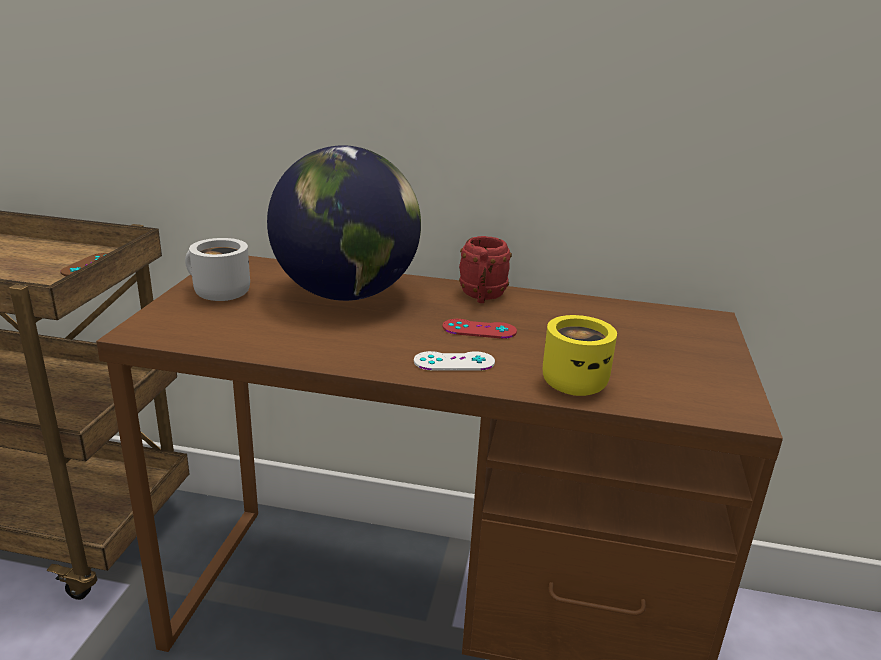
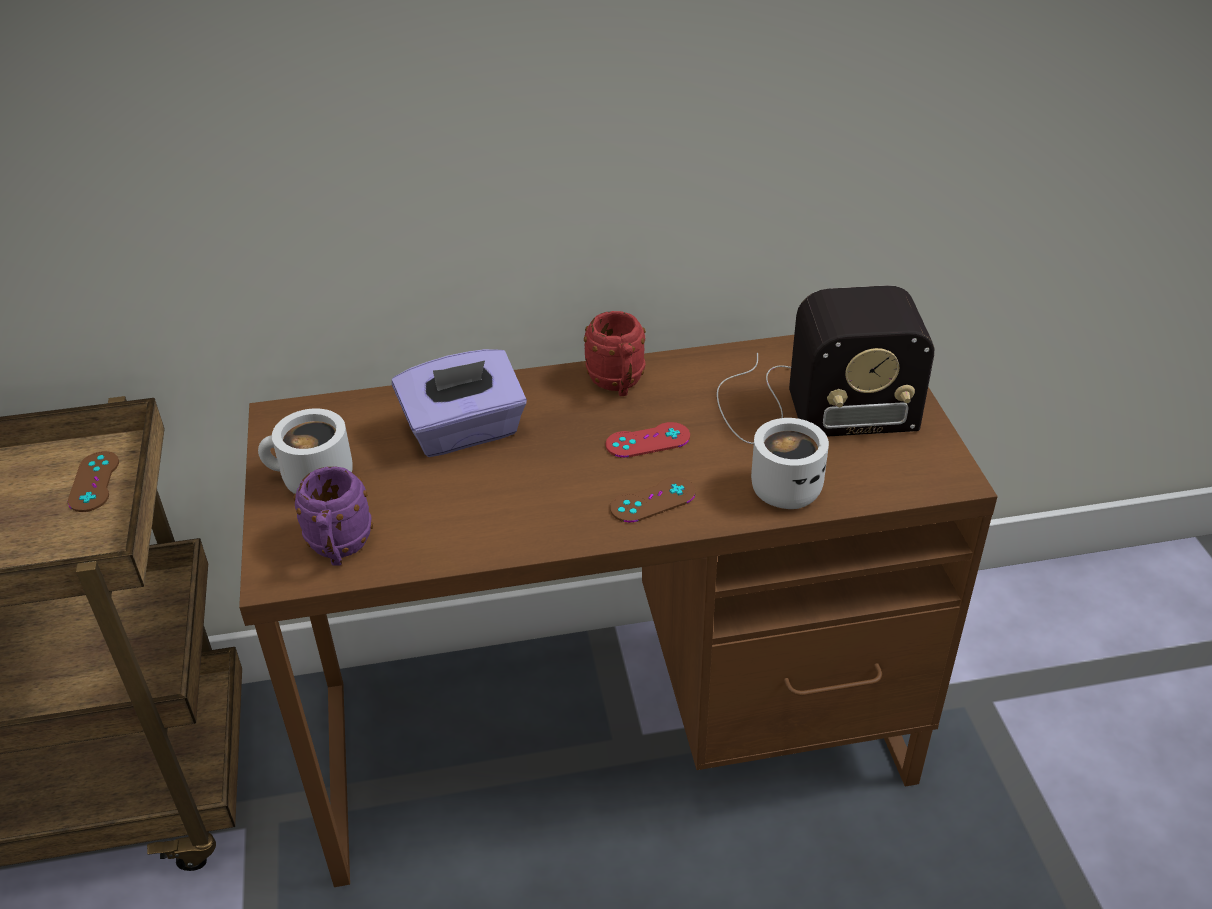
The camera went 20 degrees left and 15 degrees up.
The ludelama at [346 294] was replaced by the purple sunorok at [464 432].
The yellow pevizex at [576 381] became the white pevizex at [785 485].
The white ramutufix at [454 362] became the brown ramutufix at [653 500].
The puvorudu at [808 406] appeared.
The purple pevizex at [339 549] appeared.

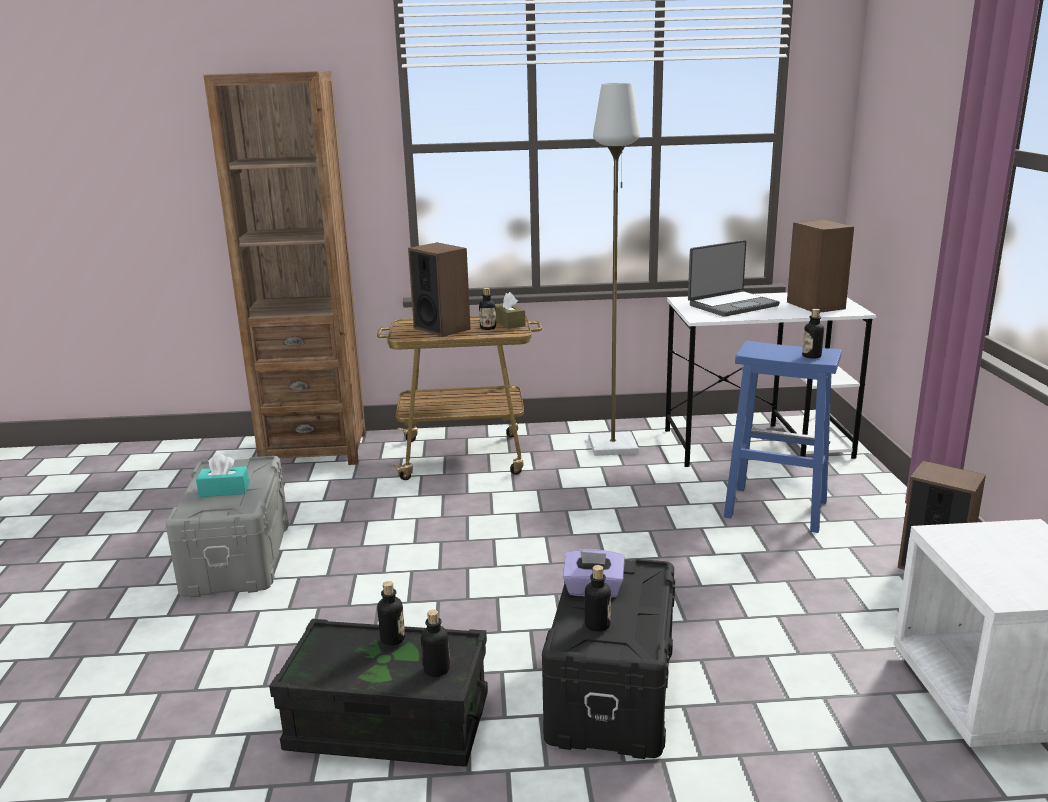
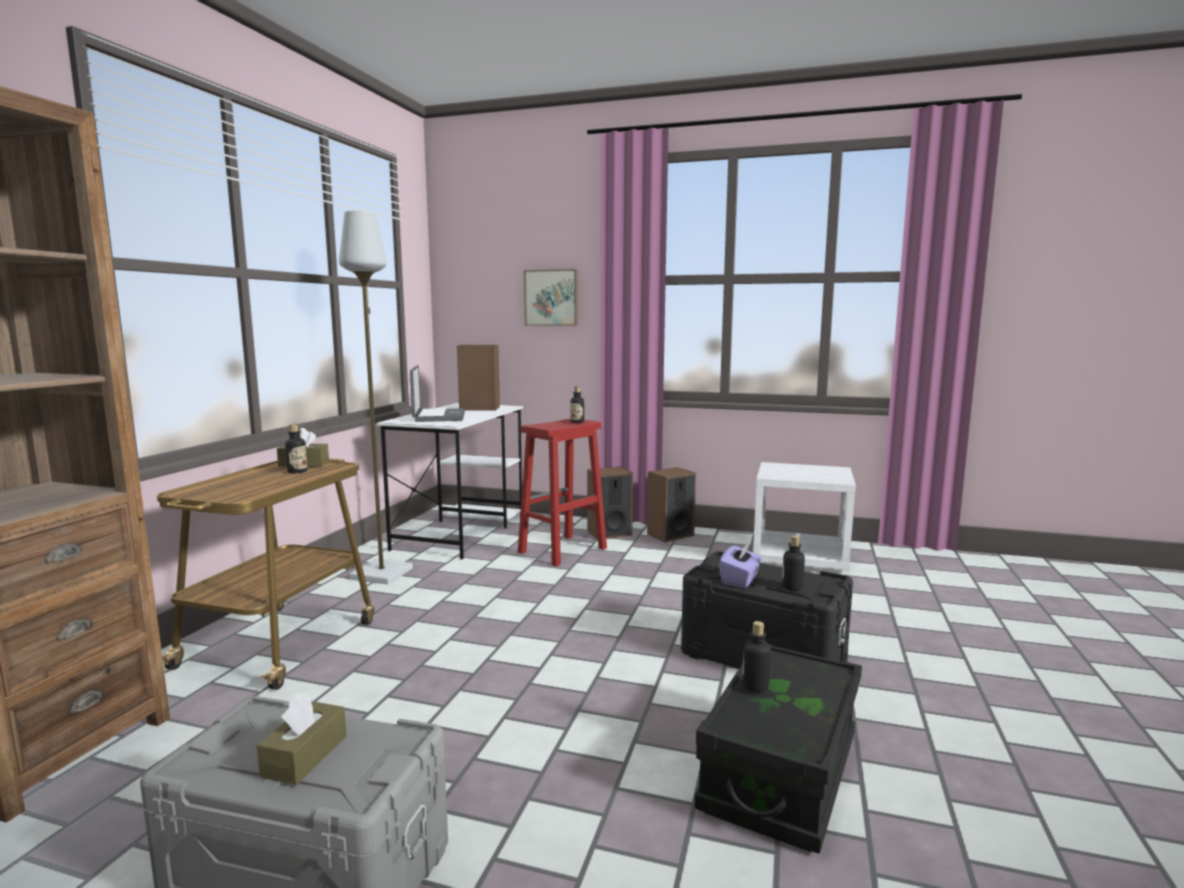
The camera went 70 degrees left and 10 degrees down.
The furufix moved from [442 328] to [609 533].
The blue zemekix at [773 509] became the red zemekix at [561 551].
The turquoise sunorok at [224 490] became the brown sunorok at [305 756].
The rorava at [436 670] disappeared.
The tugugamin at [552 298] appeared.

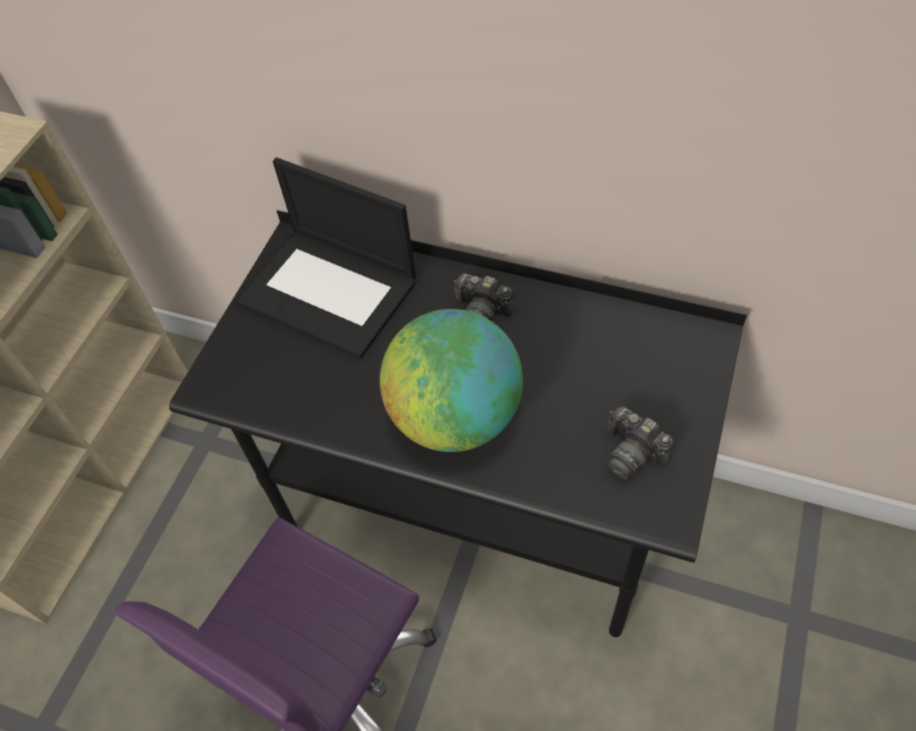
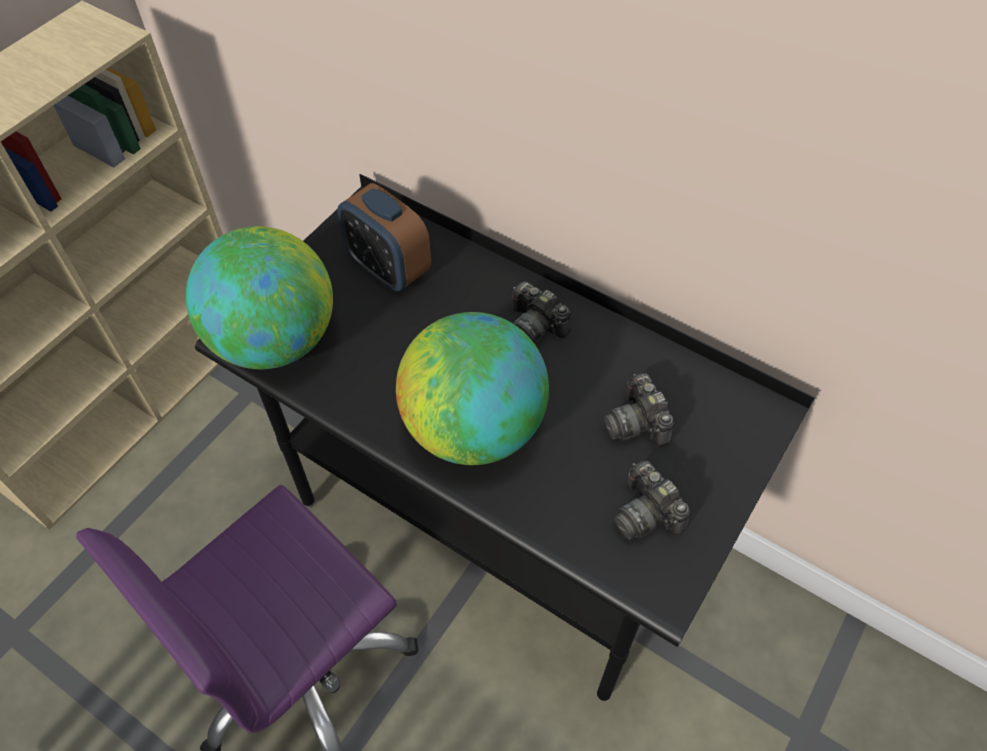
The camera went 10 degrees right and 0 degrees up.
The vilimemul at [330 292] was replaced by the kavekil at [388 269].
The ludelama at [275 340] appeared.
The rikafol at [637 423] appeared.

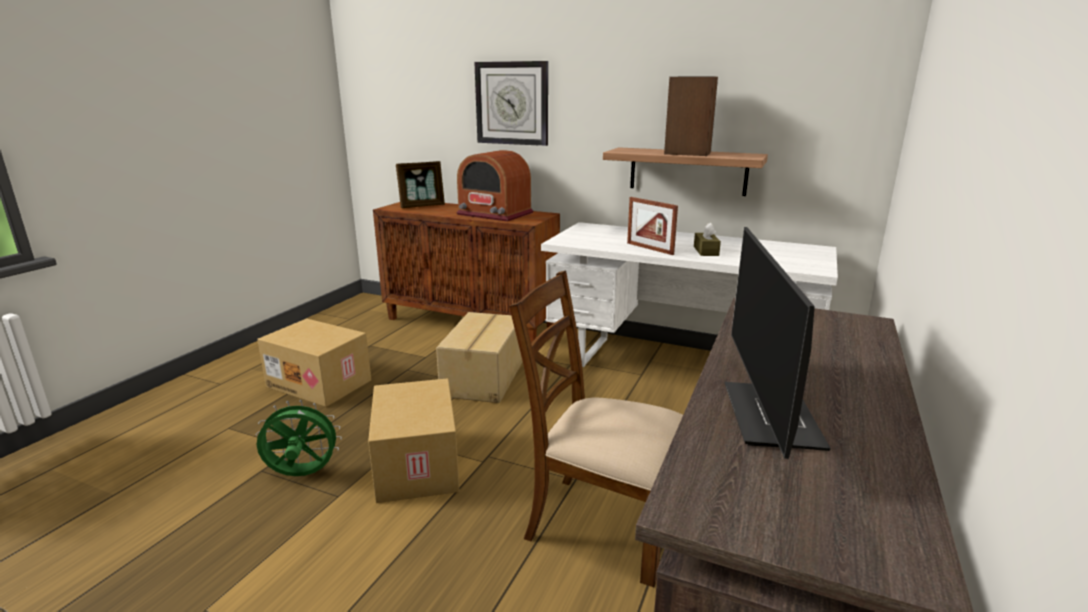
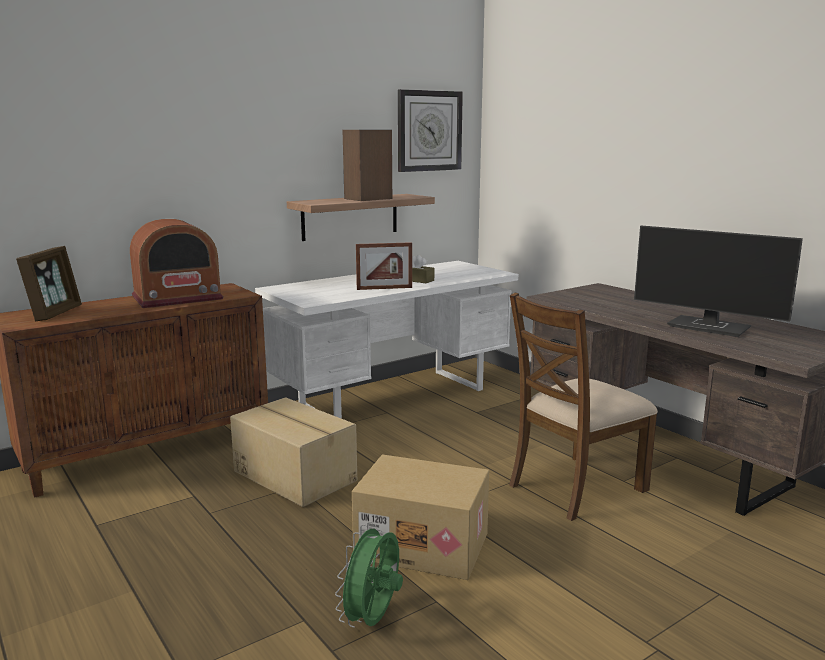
The camera went 60 degrees left and 5 degrees down.
The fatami moved from [512 103] to [429 131].
The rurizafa at [321 383] disappeared.

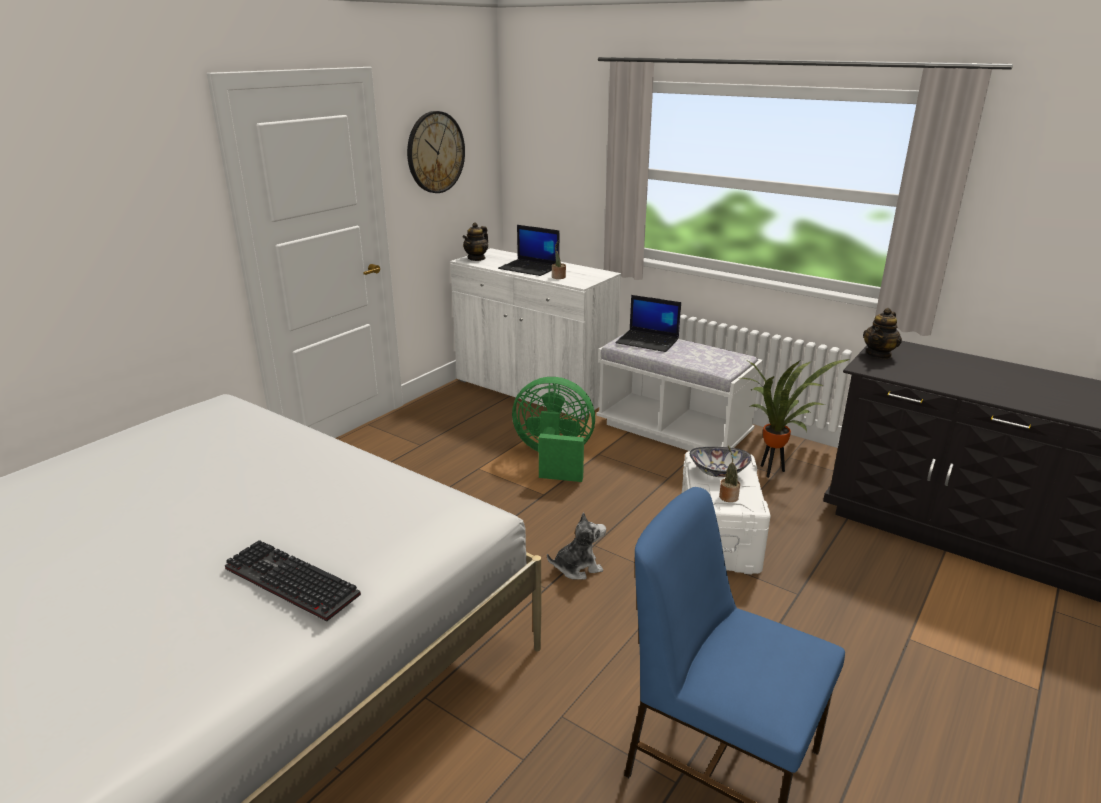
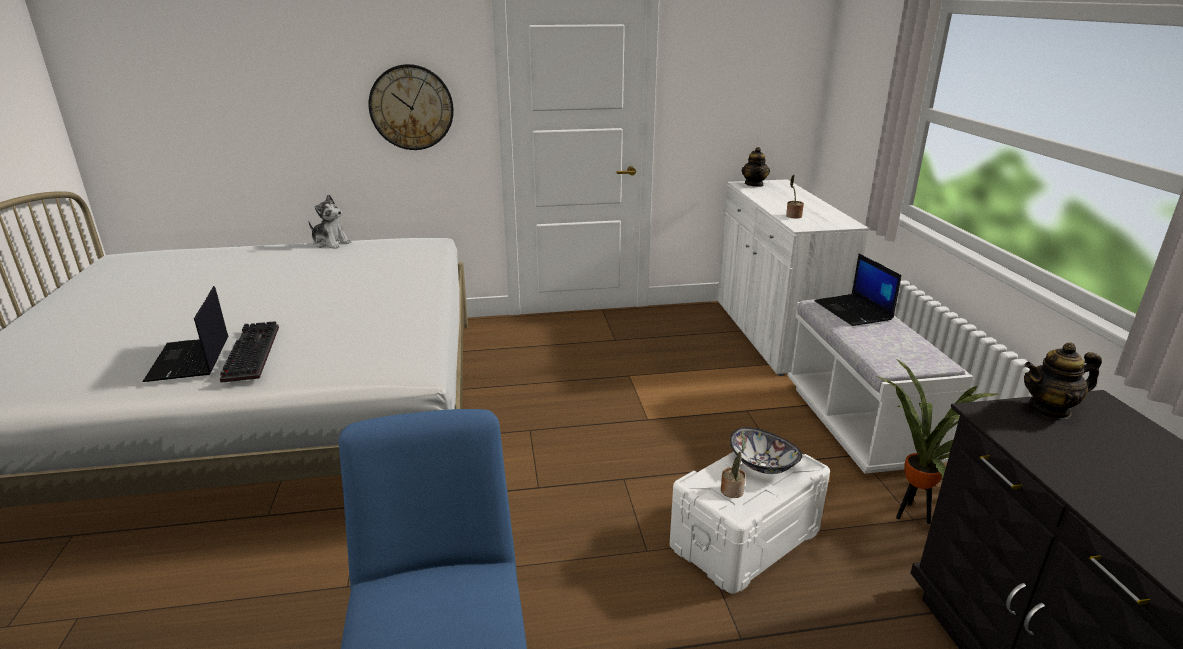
The camera went 45 degrees right and 0 degrees up.
The fatami moved from [435 152] to [411 107].
The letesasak at [476 258] turned 75 degrees counterclockwise.
The vilimemul moved from [530 268] to [190 360].
The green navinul at [554 459] disappeared.
The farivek moved from [577 567] to [330 243].

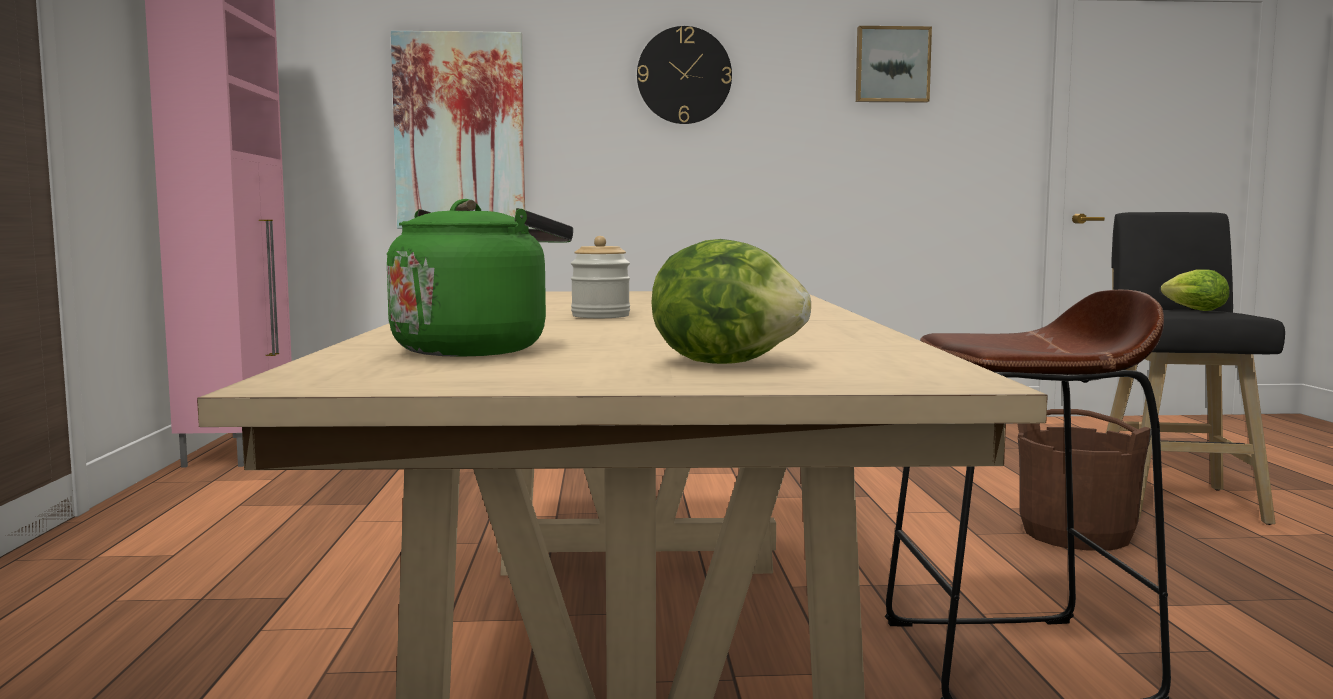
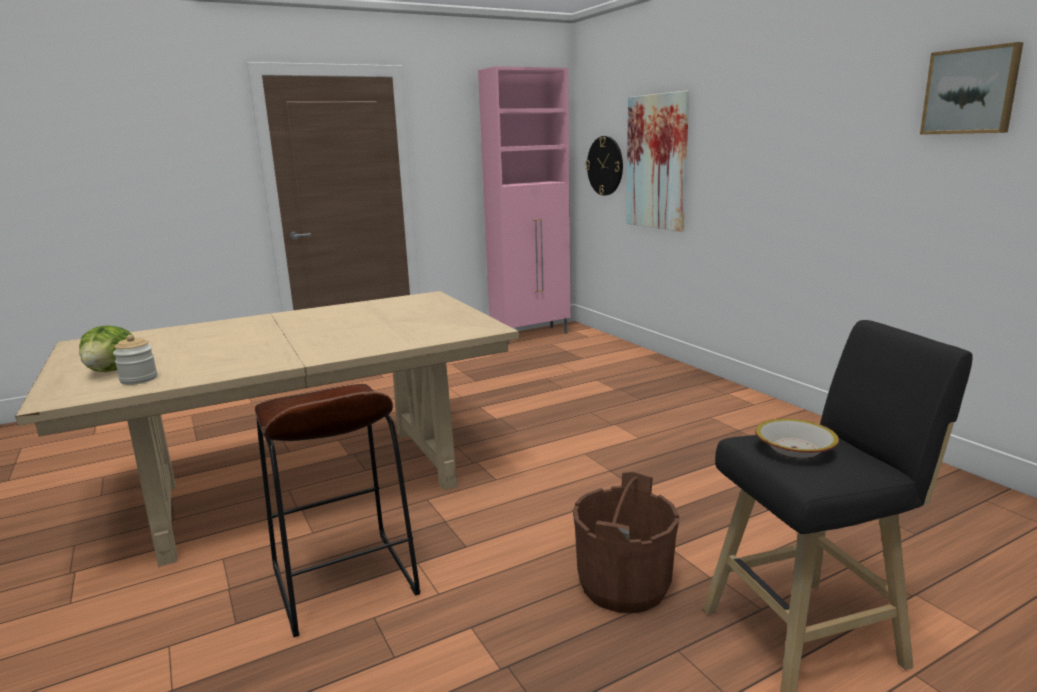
The camera went 65 degrees right and 10 degrees up.
The fatami moved from [684 75] to [605 166].
The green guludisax at [475 349] disappeared.
The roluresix moved from [600 316] to [139 379].
The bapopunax at [1191 310] was replaced by the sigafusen at [794 448].

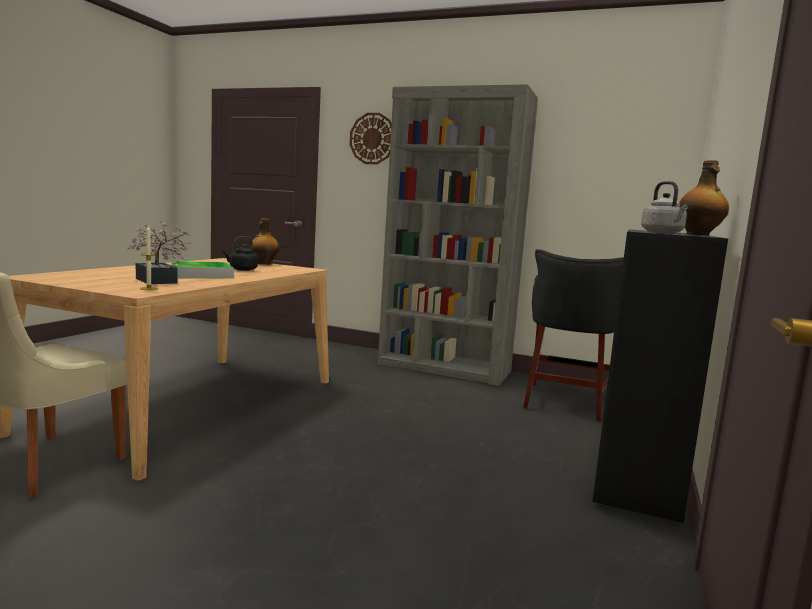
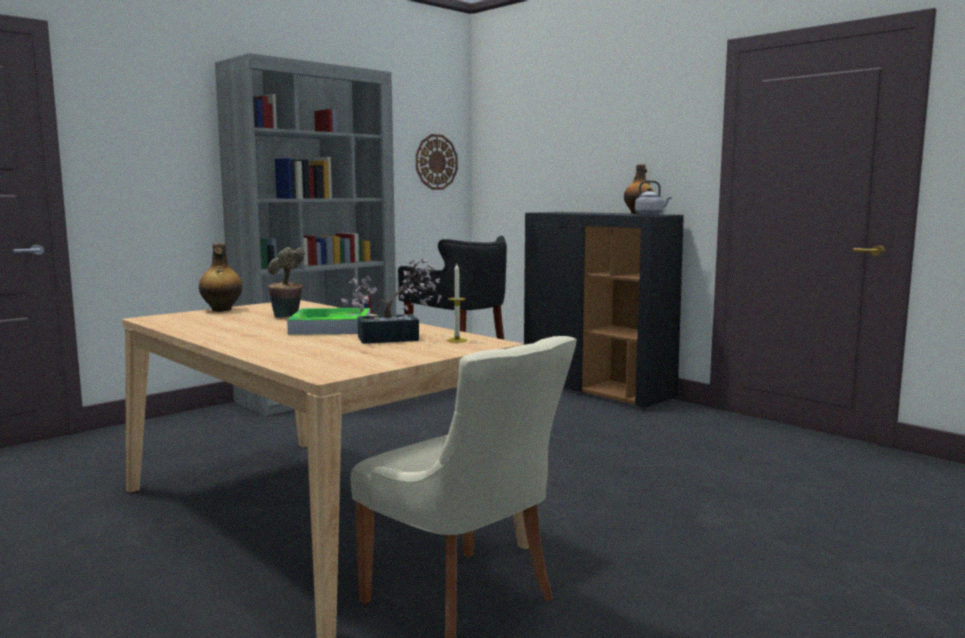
The camera went 65 degrees left and 0 degrees up.
The fatami moved from [372 138] to [436 162].
The black guludisax at [242 270] was replaced by the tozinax at [287 317].

